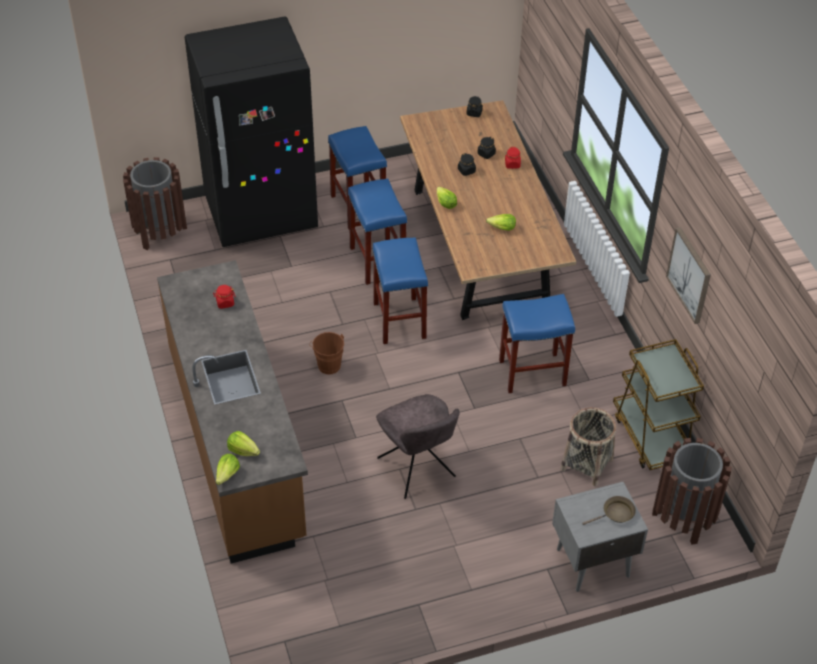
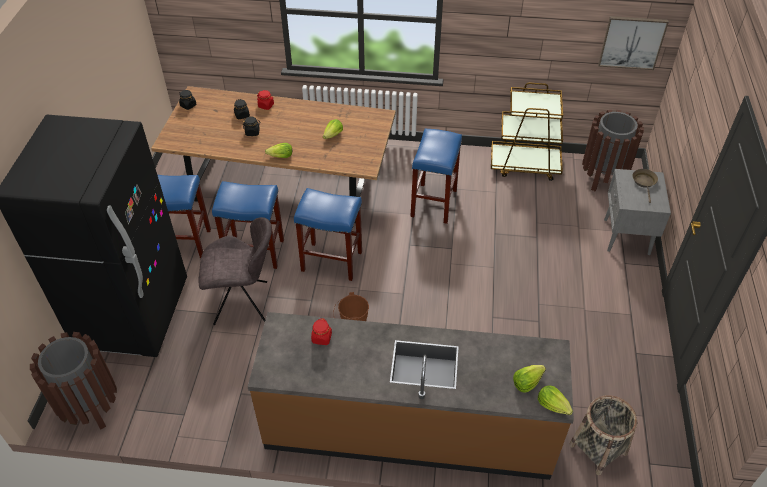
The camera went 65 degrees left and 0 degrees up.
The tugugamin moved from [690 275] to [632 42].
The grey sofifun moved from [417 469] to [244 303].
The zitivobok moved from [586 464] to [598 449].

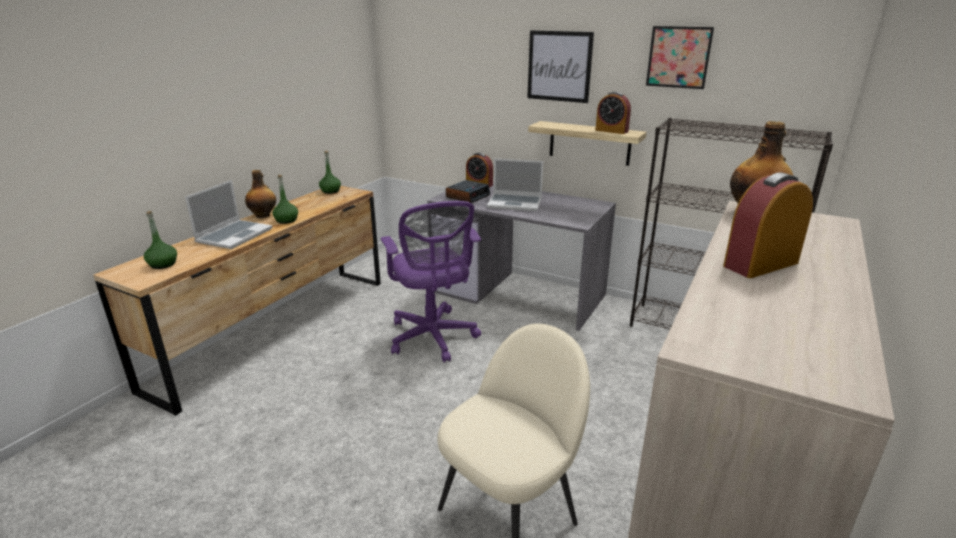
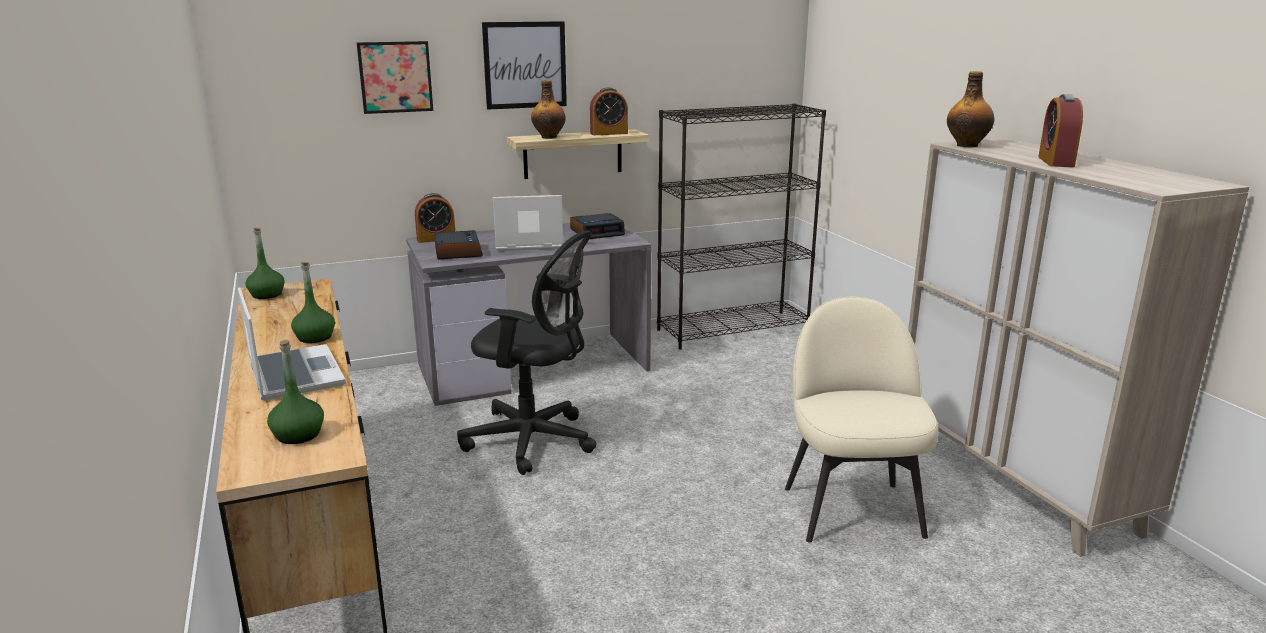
The camera went 50 degrees left and 5 degrees down.
The tugugamin moved from [678 57] to [395 77].
The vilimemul at [515 203] turned 150 degrees counterclockwise.
The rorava moved from [263 215] to [549 137].
The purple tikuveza at [433 338] became the black tikuveza at [534 441].
The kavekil at [597 232] appeared.

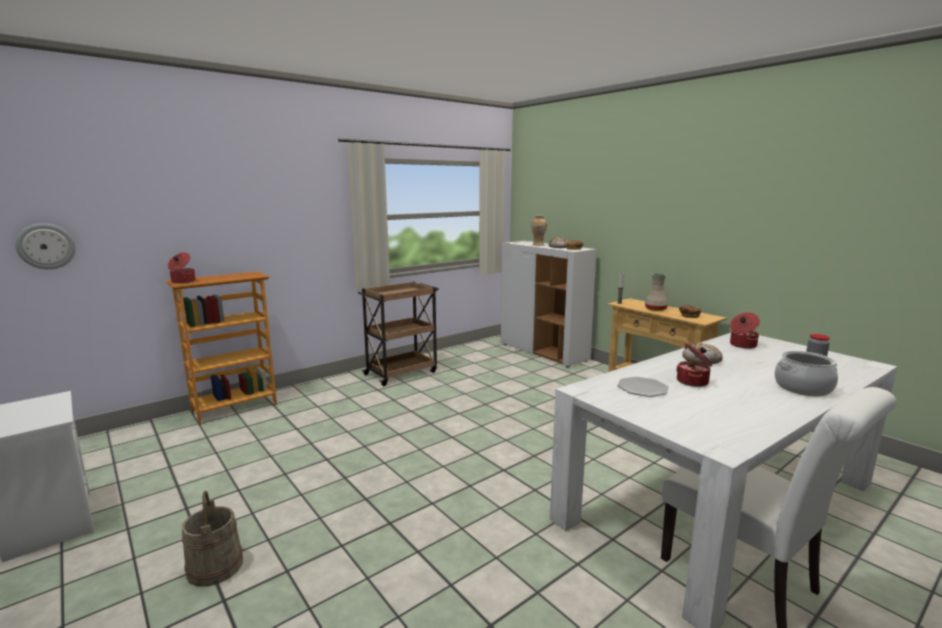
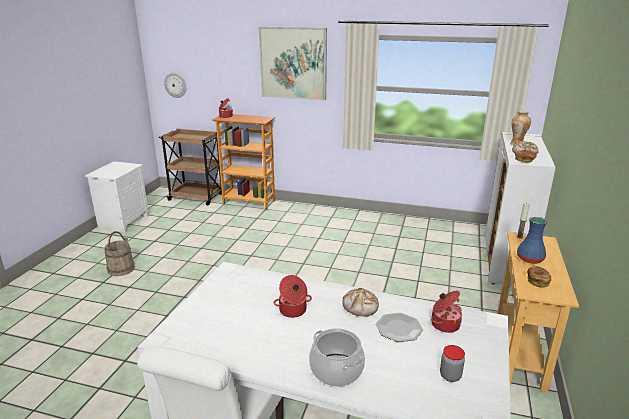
The camera went 55 degrees right and 10 degrees up.
The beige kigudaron at [655 309] became the blue kigudaron at [530 259].
The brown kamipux moved from [402 373] to [197 197].
The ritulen moved from [642 388] to [399 328].
The tugugamin at [293 63] appeared.

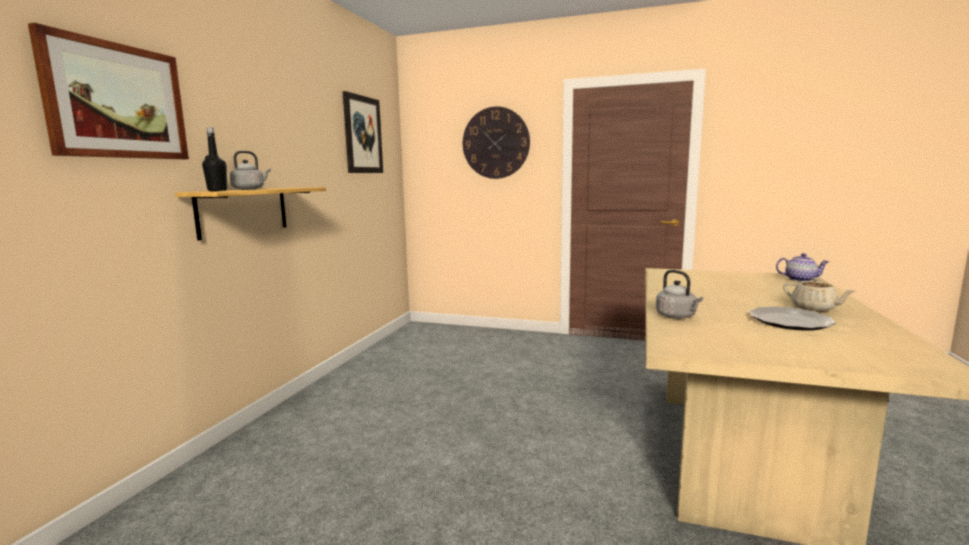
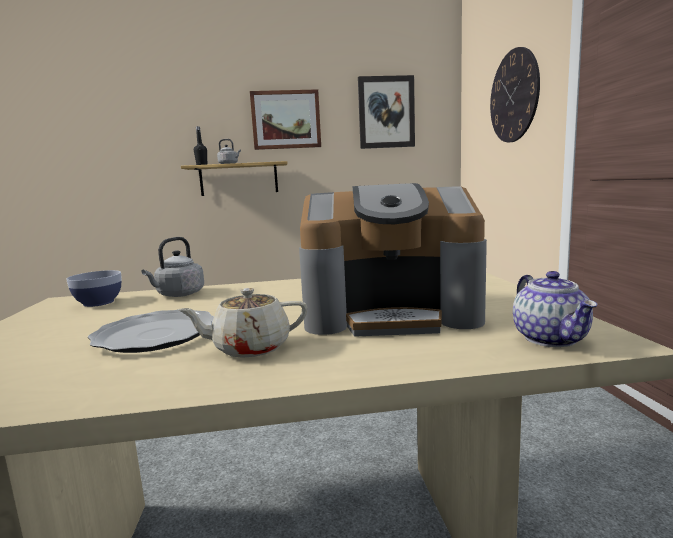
The camera went 65 degrees right and 0 degrees up.
The tugugamin moved from [117 101] to [286 120].
The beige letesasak at [814 308] turned 45 degrees clockwise.
The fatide at [391 313] appeared.
The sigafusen at [98 303] appeared.

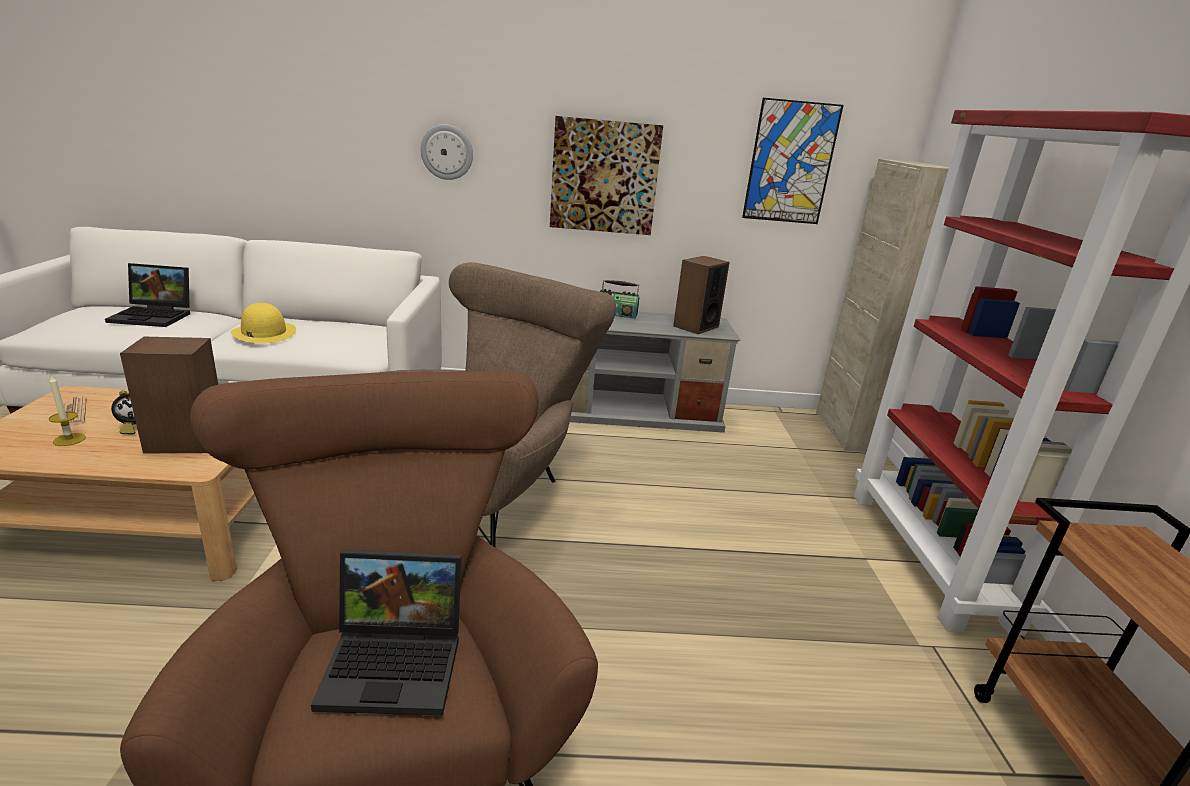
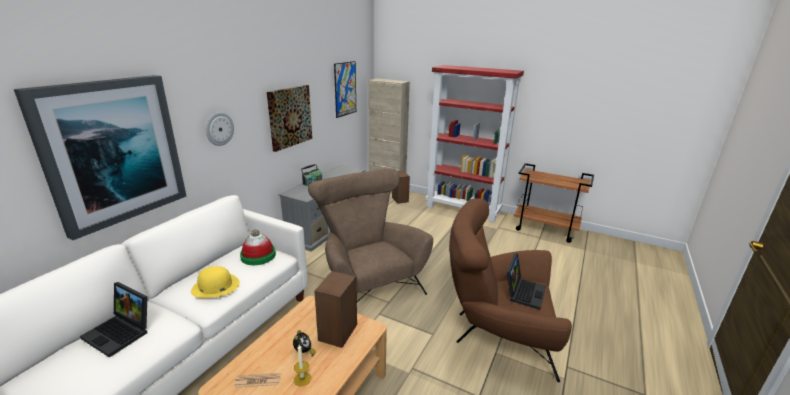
The camera went 60 degrees left and 0 degrees up.
The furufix moved from [695 326] to [400 199].
The vilimemul at [155 316] turned 90 degrees clockwise.
The tugugamin at [113 152] appeared.
The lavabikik at [258 256] appeared.

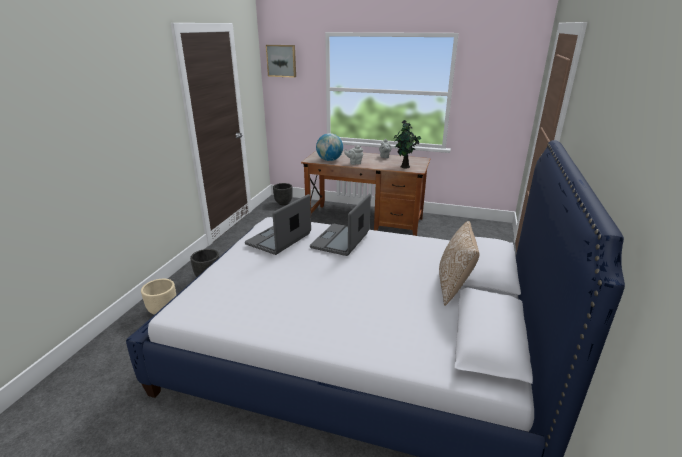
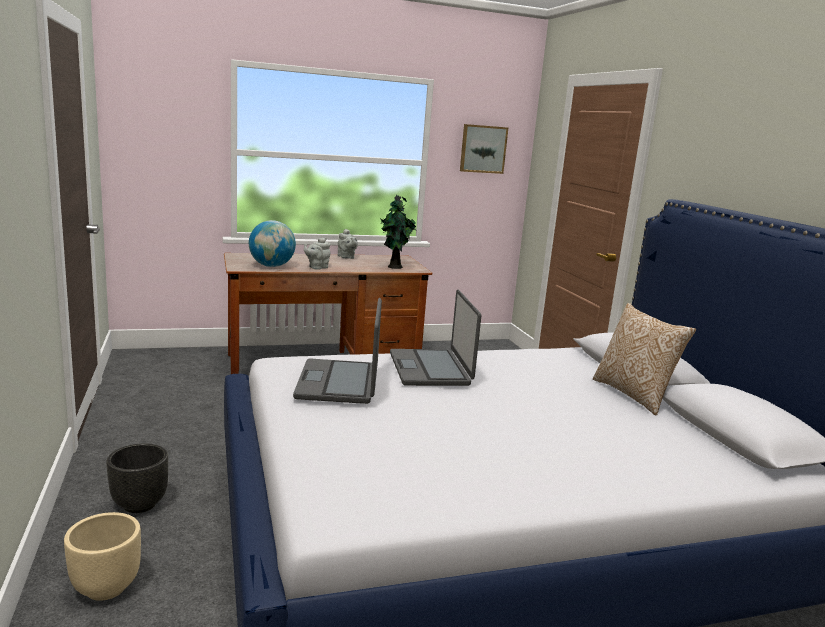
The camera went 35 degrees left and 10 degrees down.
The tugugamin moved from [281 61] to [482 149].
The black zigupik at [283 203] disappeared.

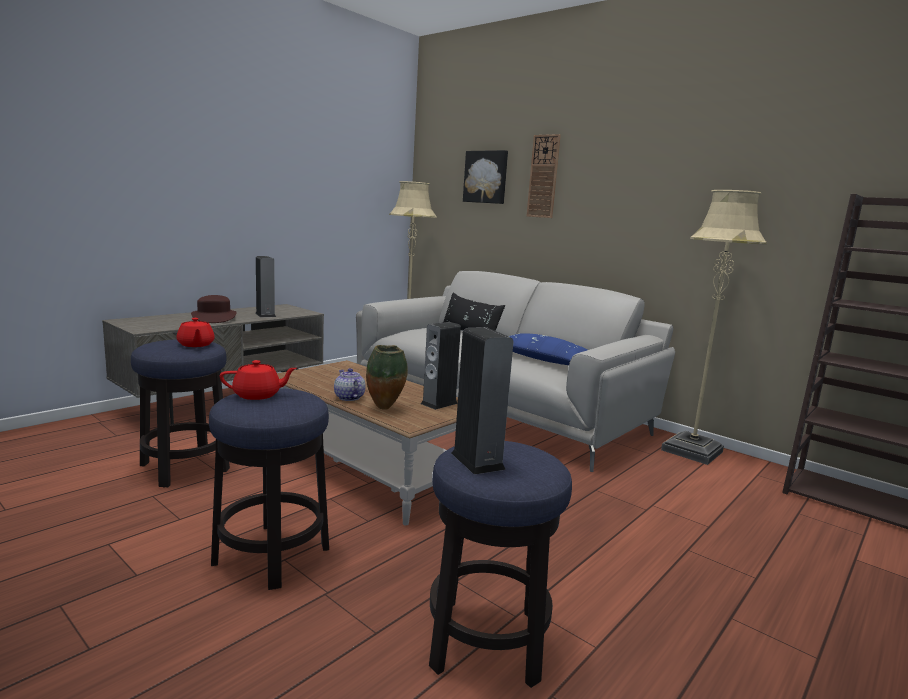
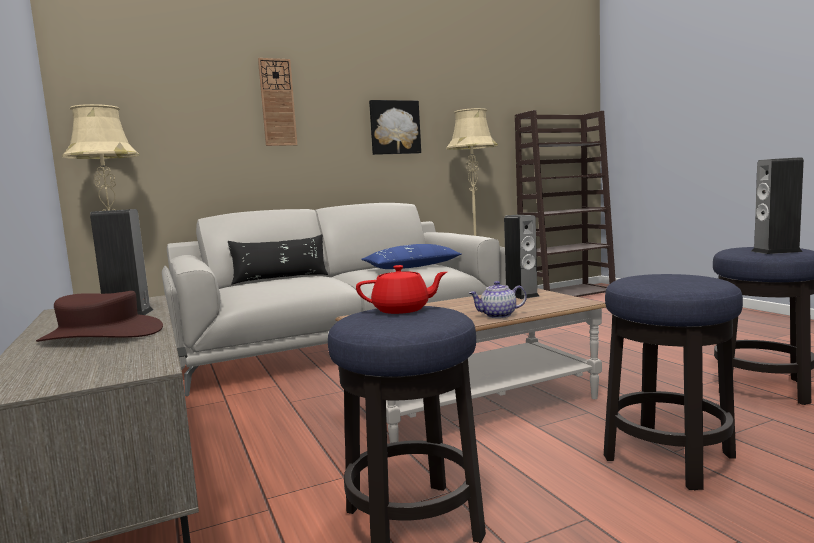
The camera went 65 degrees left and 5 degrees down.
The tugugamin moved from [486 177] to [394 127].
The kigudaron at [385 408] disappeared.
The red letesasak at [258 395] disappeared.

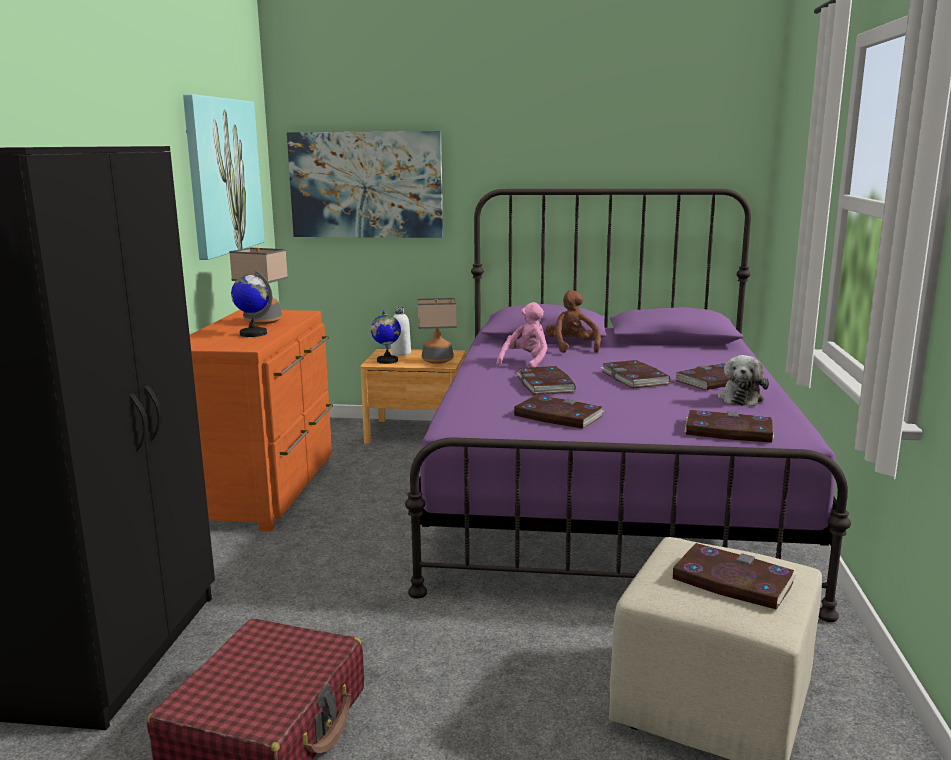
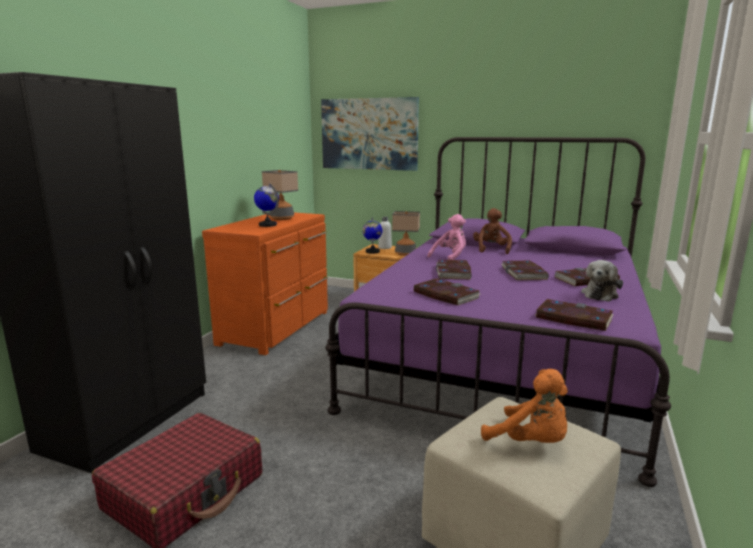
The camera went 15 degrees right and 0 degrees up.
The tugugamin at [222 176] disappeared.
The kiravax at [731 581] was replaced by the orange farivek at [530 442].

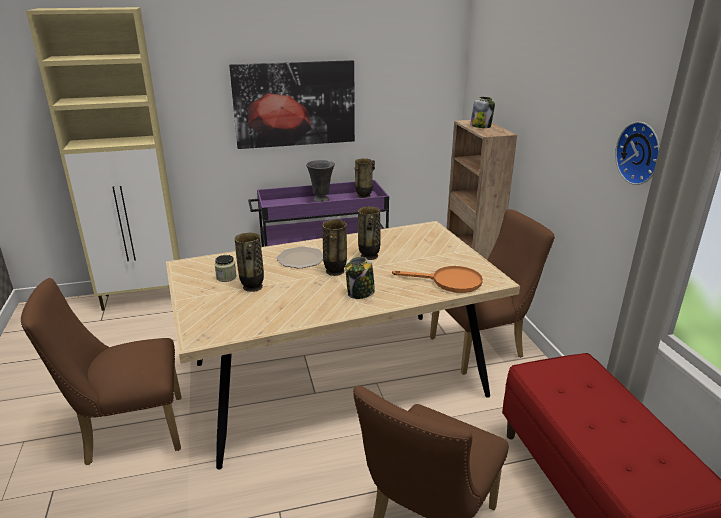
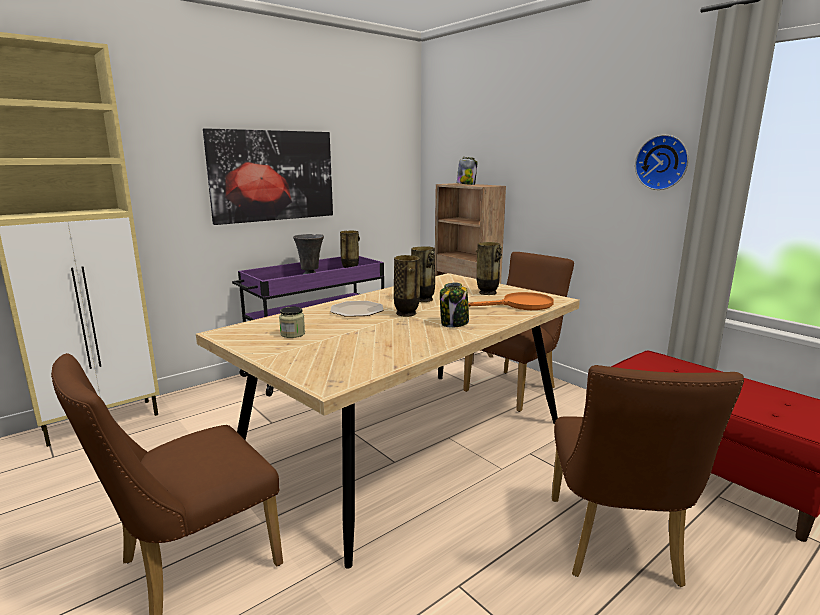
The camera went 25 degrees left and 10 degrees down.
The kigudaron moved from [252 287] to [487 293].

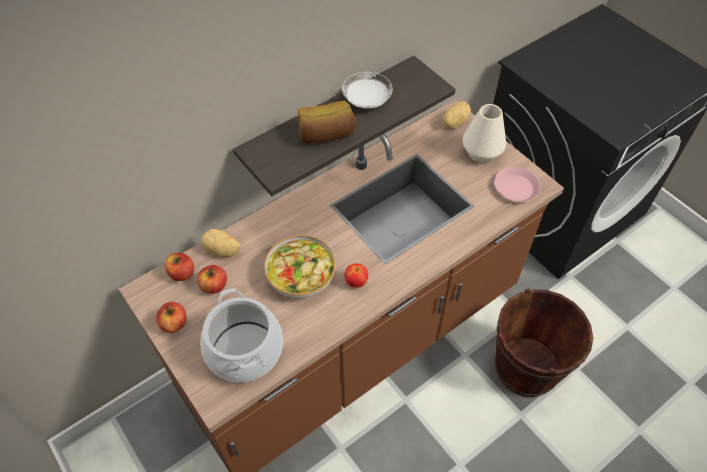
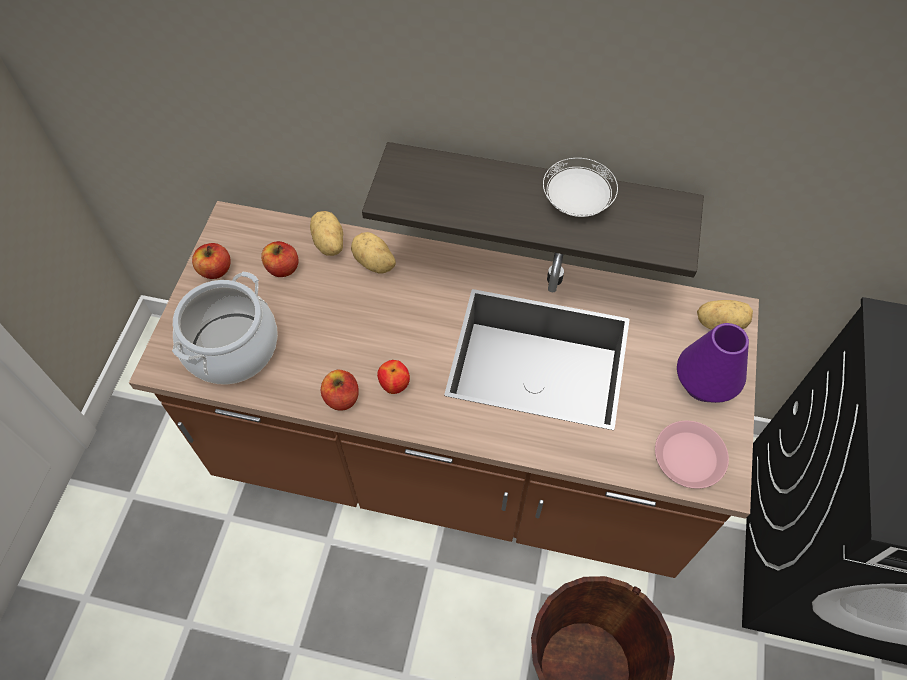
The camera went 50 degrees right and 5 degrees up.
The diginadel at [326 134] disappeared.
The white kigudaron at [481 153] became the purple kigudaron at [704 383].
The sigafusen at [300 275] disappeared.
The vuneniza moved from [182 273] to [341 398].
The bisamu at [374 263] appeared.

